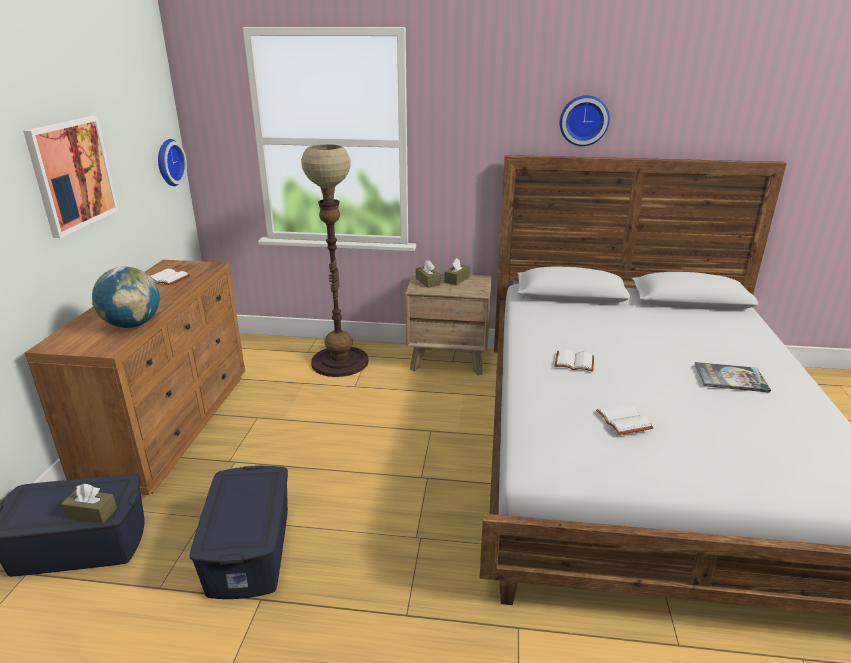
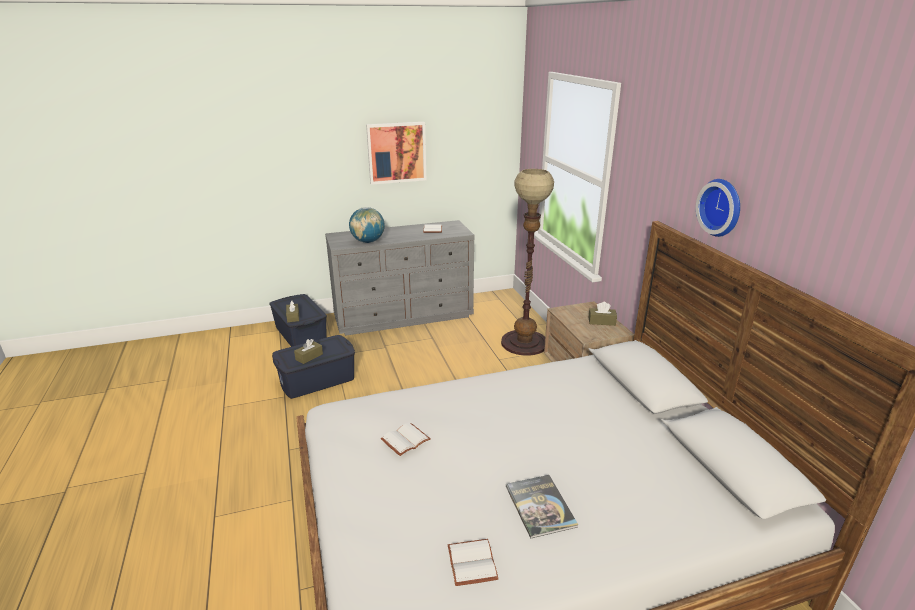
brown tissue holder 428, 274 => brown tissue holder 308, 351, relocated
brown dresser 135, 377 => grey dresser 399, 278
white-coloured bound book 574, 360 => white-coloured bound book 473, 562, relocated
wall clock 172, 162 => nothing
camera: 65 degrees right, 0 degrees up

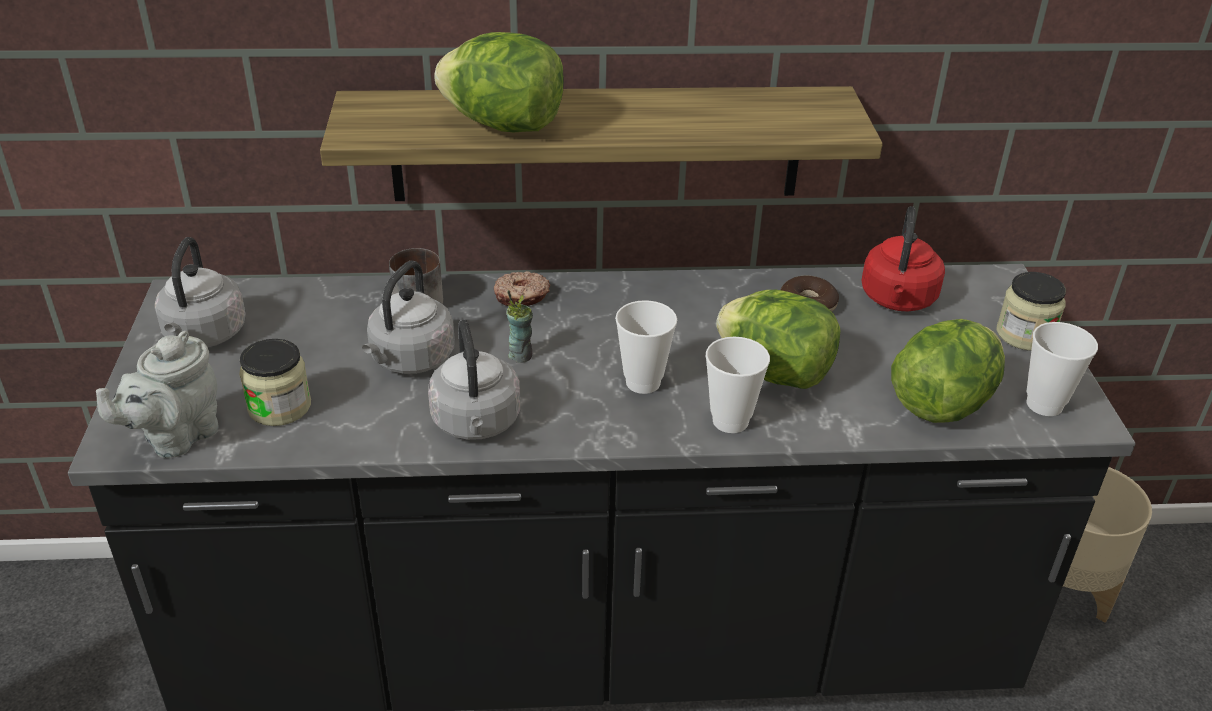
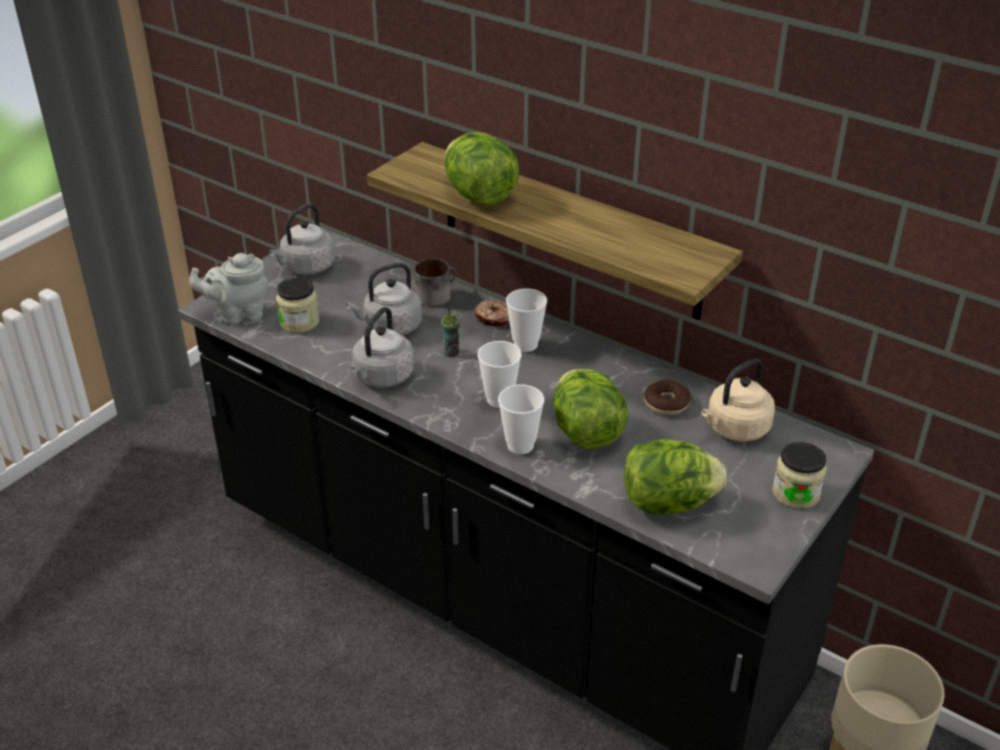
cup 1062, 369 => cup 526, 320, relocated
red-coloured kettle 903, 259 => beige kettle 738, 399
camera: 40 degrees right, 0 degrees up

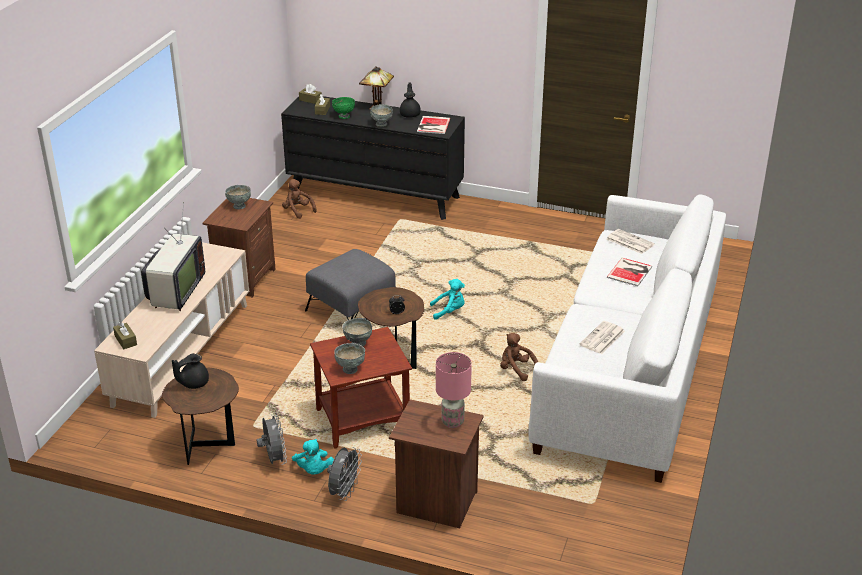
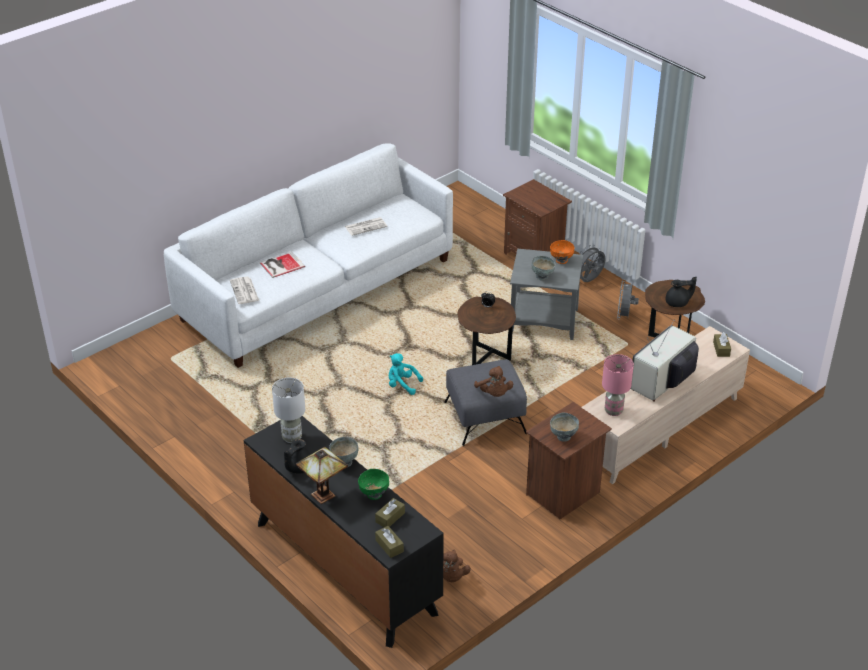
bound book 434, 125 => white-coloured tabletop lamp 288, 410
brown plush toy 519, 357 => brown plush toy 493, 381, relocated
brown end table 361, 388 => grey end table 546, 294
grey bowl 349, 358 => orange-coloured bowl 562, 252
pink-coloured tabletop lamp 454, 390 => pink-coloured tabletop lamp 618, 385, relocated
turquoise plush toy 313, 457 => nothing
camera: 150 degrees left, 5 degrees up

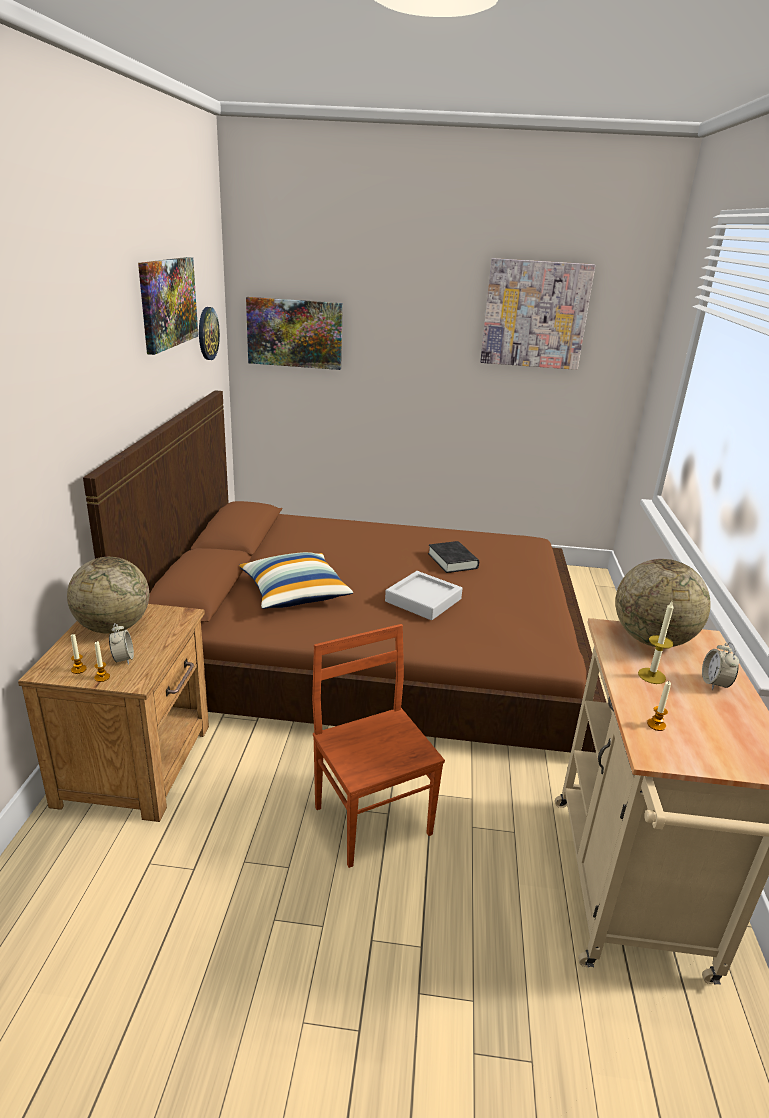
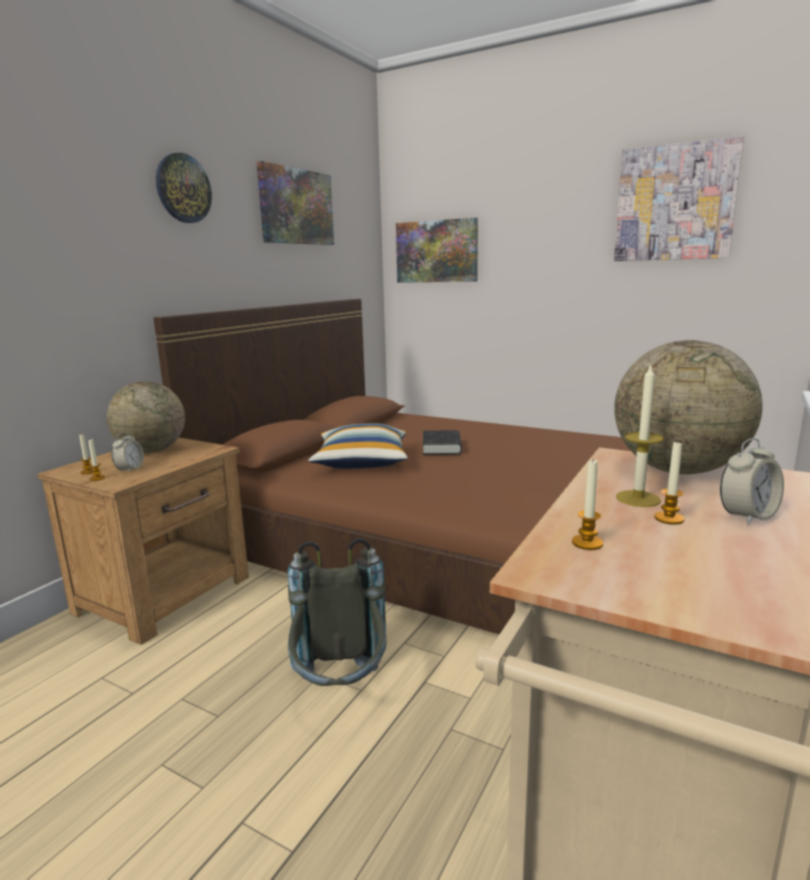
wall clock 209, 333 => wall clock 184, 188, relocated
brown upright chair 378, 746 => grey backpack 337, 612
black bound book 453, 557 => black bound book 442, 442, relocated
nothing => wax light 669, 483
alarm clock 720, 666 => alarm clock 752, 481, 150 degrees counterclockwise
grey carrying tray 424, 595 => nothing
camera: 25 degrees right, 10 degrees down

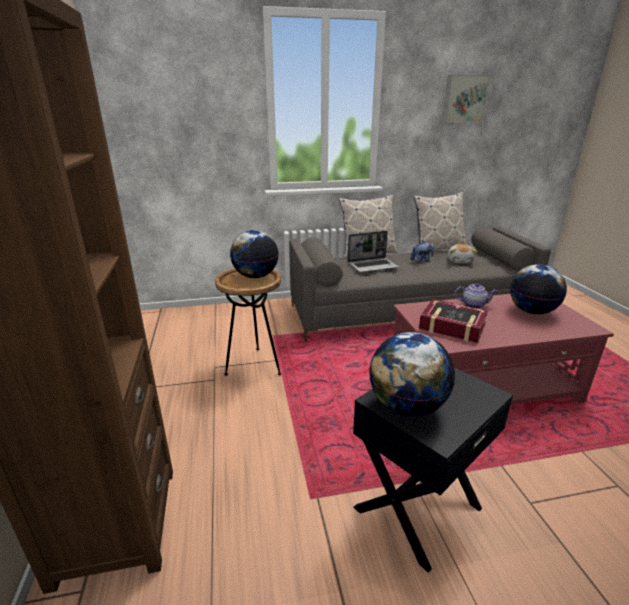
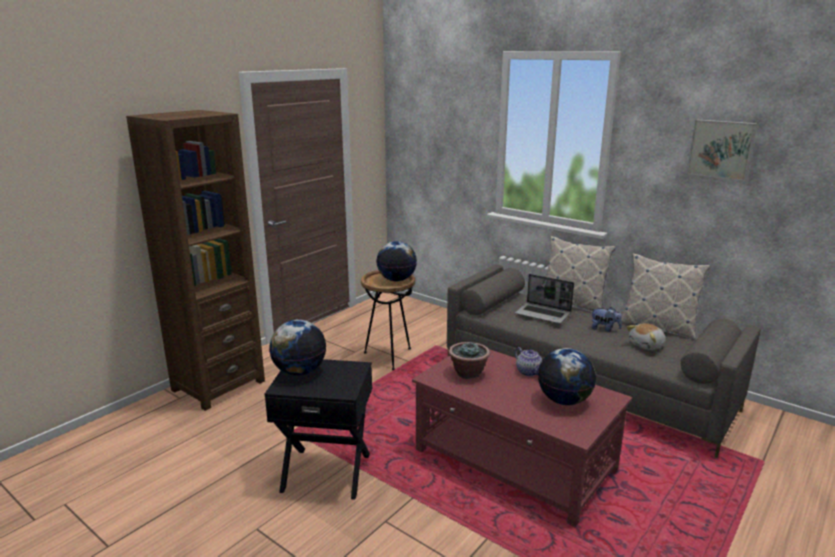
bound book 453, 321 => houseplant 469, 360
camera: 50 degrees right, 5 degrees down

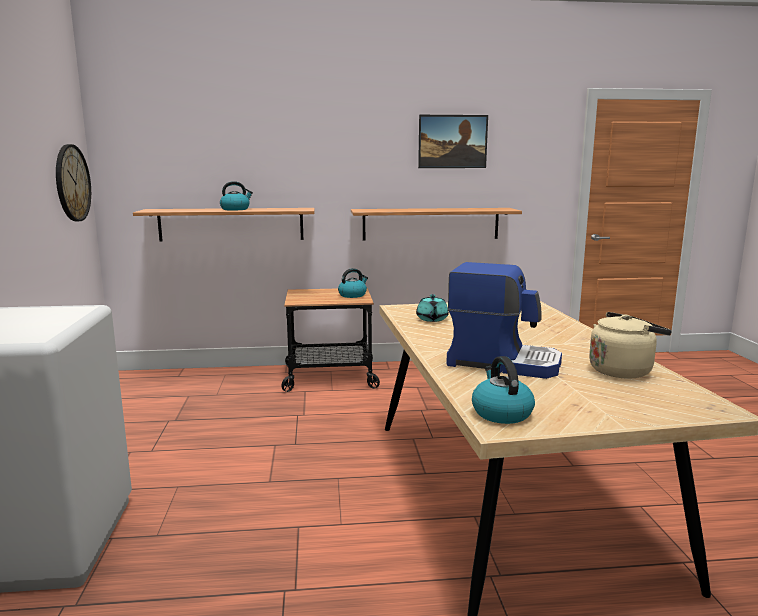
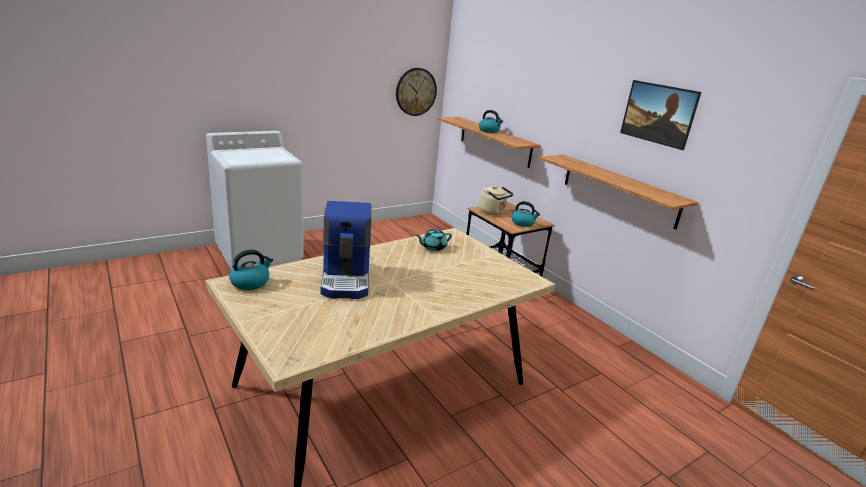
beige kettle 630, 345 => beige kettle 496, 200, relocated
camera: 60 degrees right, 10 degrees up

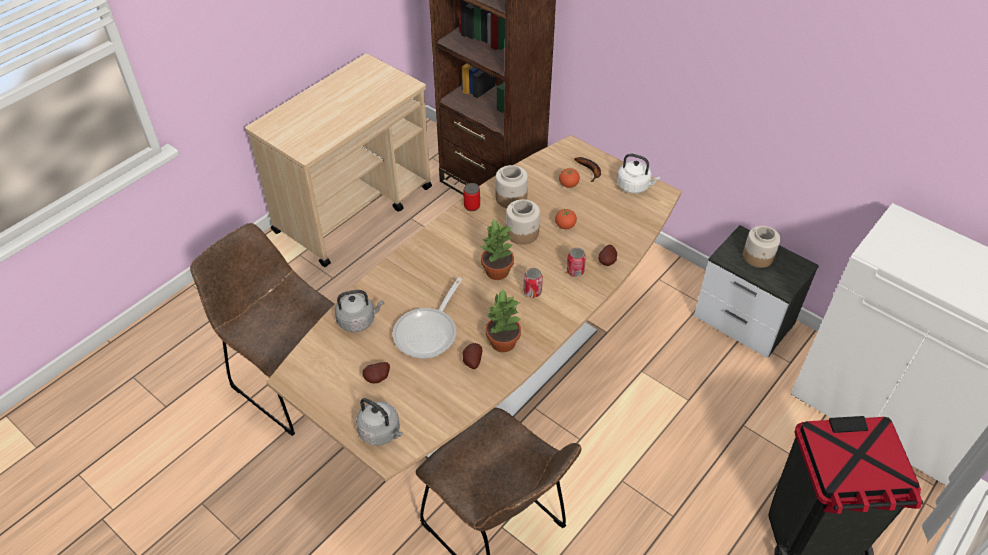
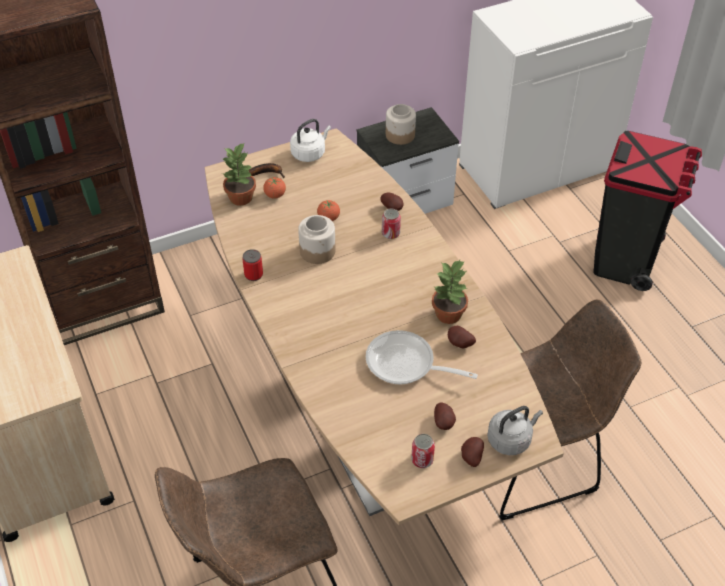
houseplant 497, 249 => houseplant 239, 175, relocated
pan 428, 317 => pan 422, 357, 150 degrees clockwise
sealed can 533, 283 => sealed can 423, 451, relocated
nothing => whole potato 472, 452
grey kettle 359, 311 => nothing
jar 512, 186 => nothing
camera: 65 degrees left, 0 degrees up

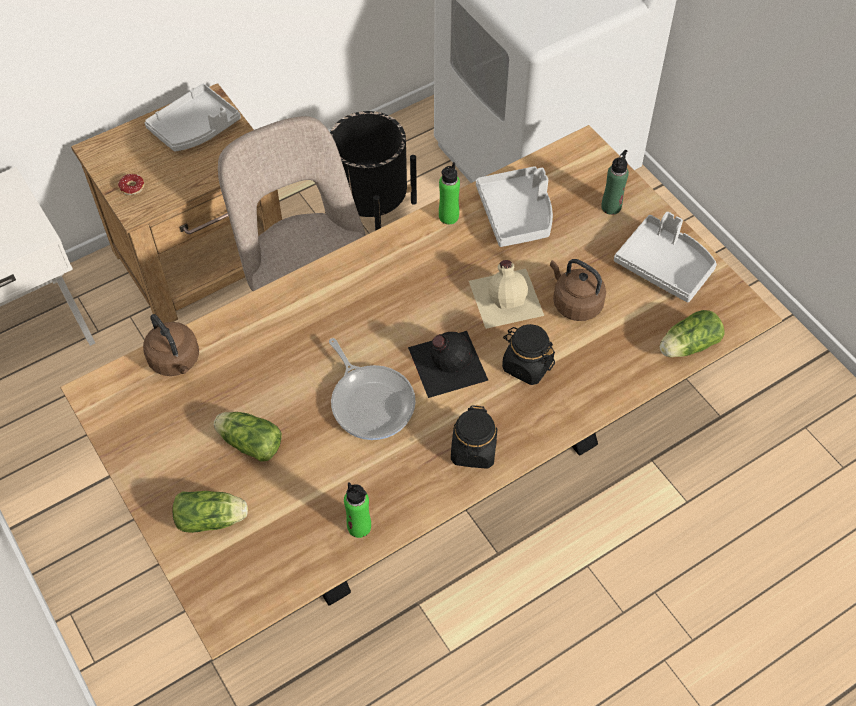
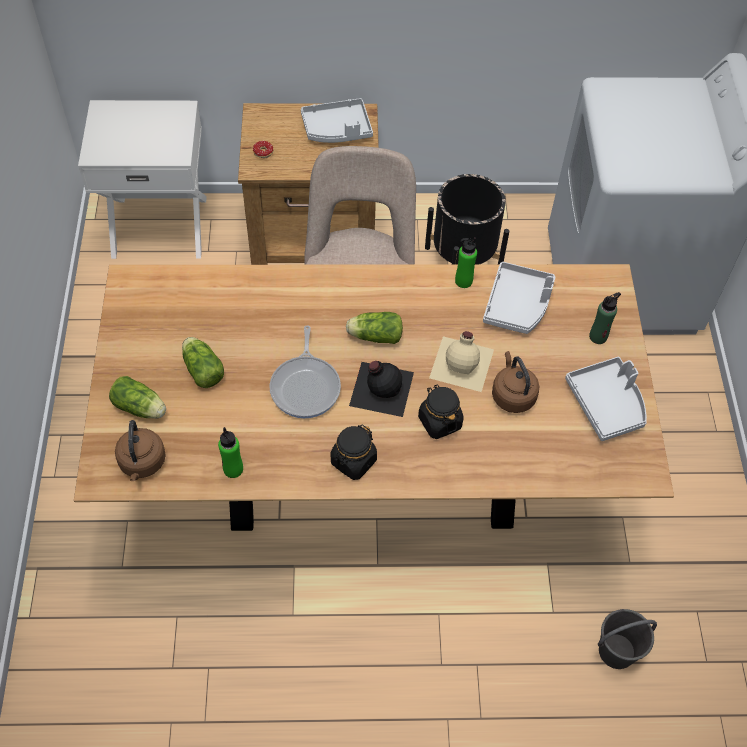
brown kettle 171, 345 => brown kettle 140, 450, relocated
lettuce 692, 333 => lettuce 374, 328, relocated
nothing => grey pail 627, 639
camera: 30 degrees right, 0 degrees up

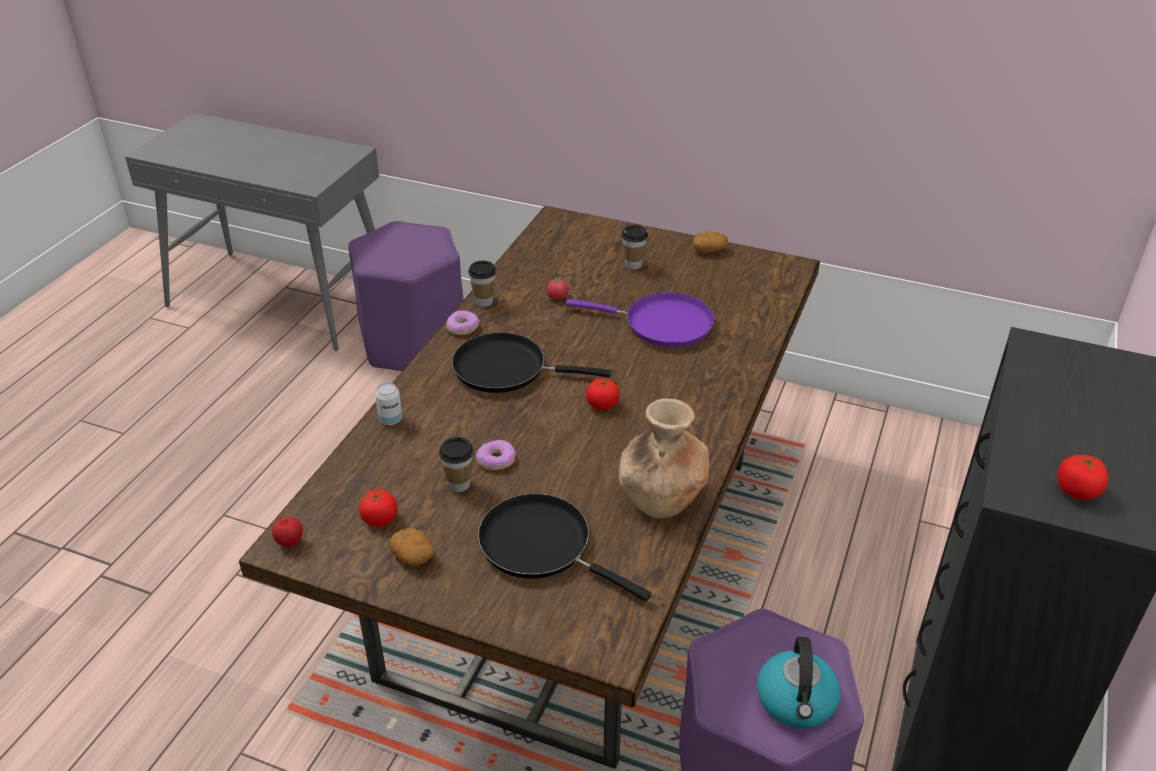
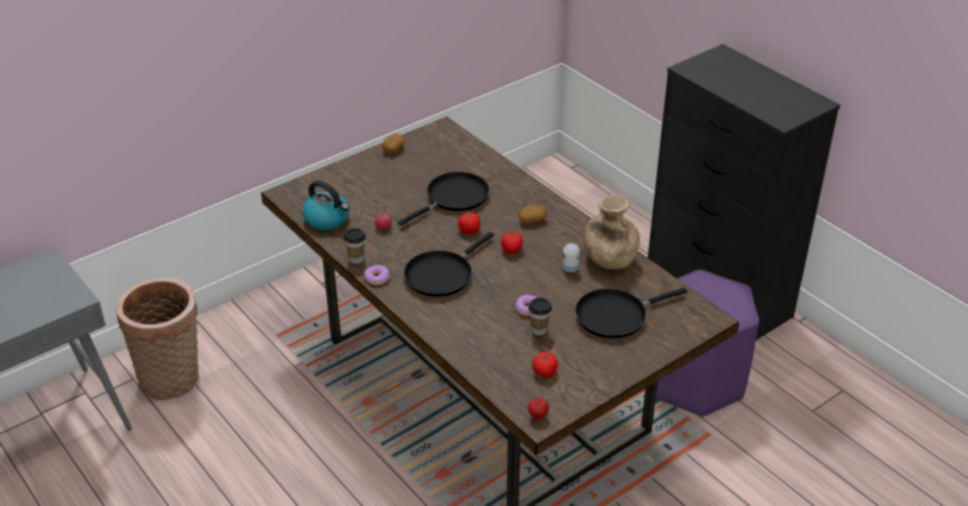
purple stool seat 406, 296 => basket 157, 338
kettle 799, 682 => kettle 325, 205, relocated
purple pan 640, 319 => black pan 443, 198
fresh tomato 1082, 477 => fresh tomato 469, 223, relocated
whole potato 411, 547 => whole potato 533, 214, relocated
sealed can 388, 403 => sealed can 571, 257, relocated
cup 634, 247 => nothing
camera: 60 degrees left, 0 degrees up

